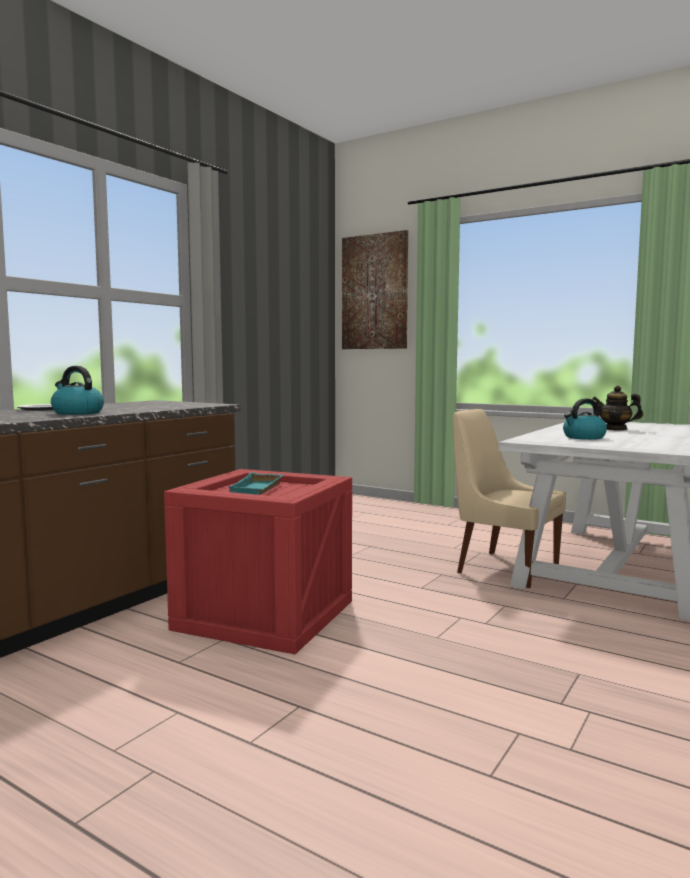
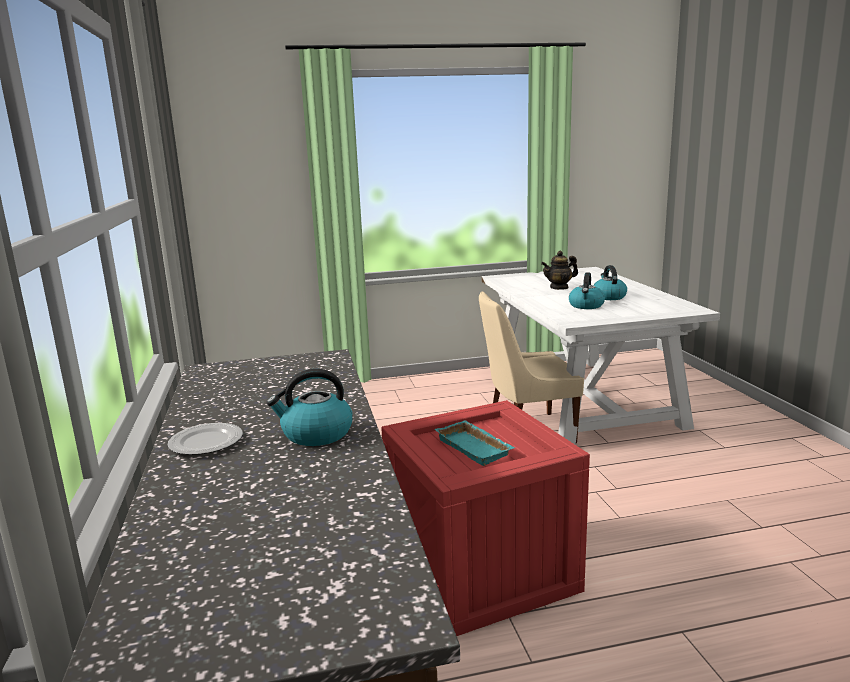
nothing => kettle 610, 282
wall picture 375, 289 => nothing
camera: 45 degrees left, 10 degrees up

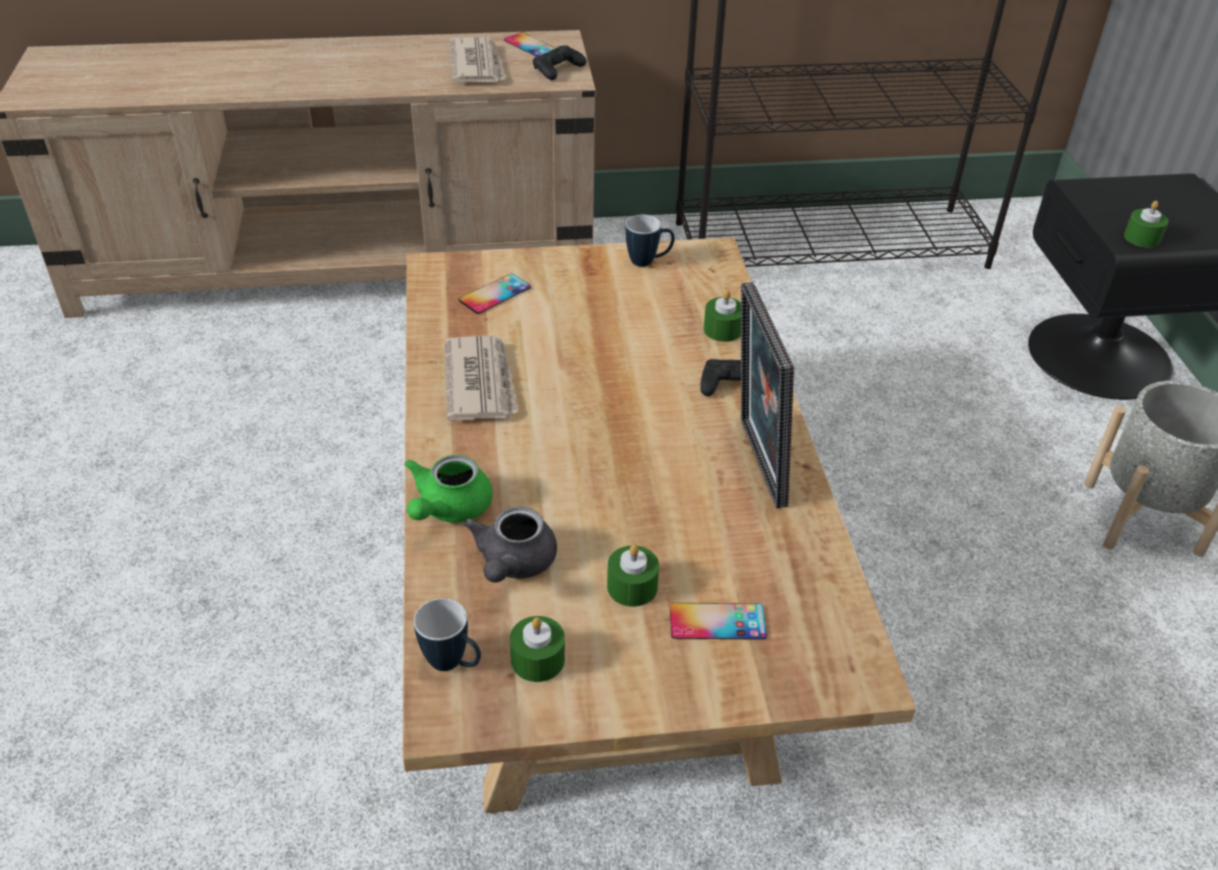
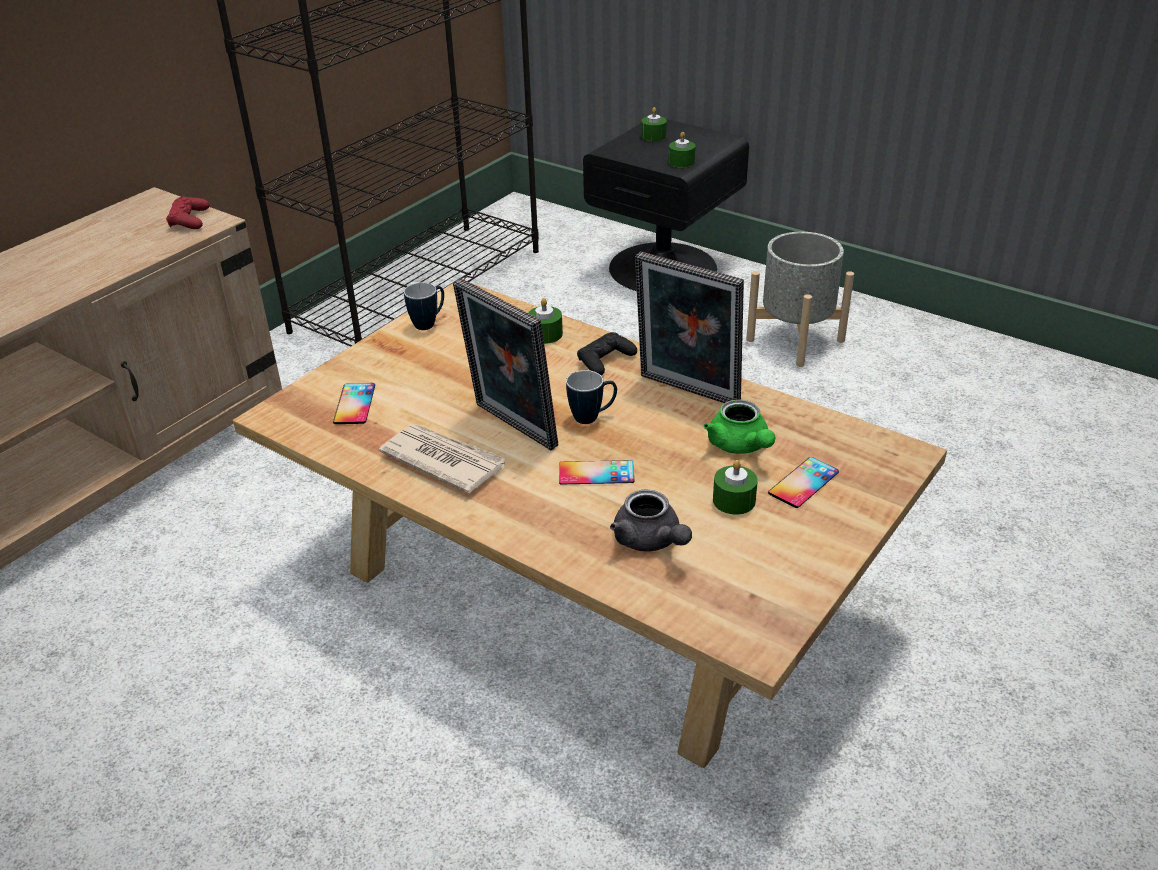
black gamepad 560, 62 => red-coloured gamepad 187, 213
nothing => standing frame 505, 364
phone 530, 44 => phone 596, 472, relocated
mug 447, 634 => mug 591, 397, relocated
green-coloured wax light 537, 649 => green-coloured wax light 654, 124, relocated
green-coloured pot for tea 448, 489 => green-coloured pot for tea 739, 427, relocated
daily paper 478, 59 => nothing
camera: 45 degrees left, 5 degrees down

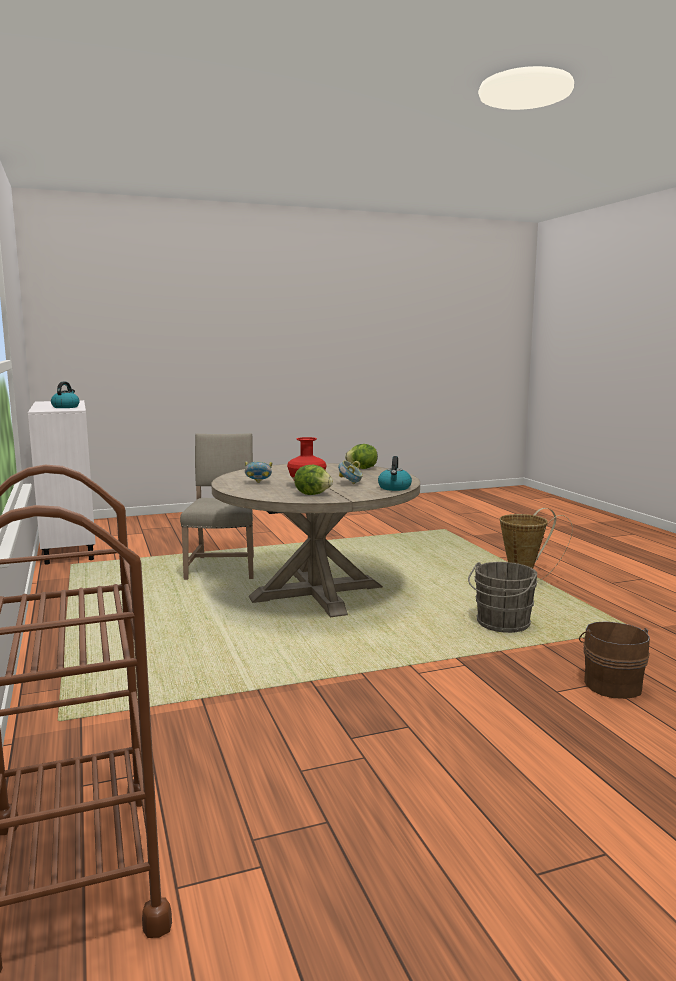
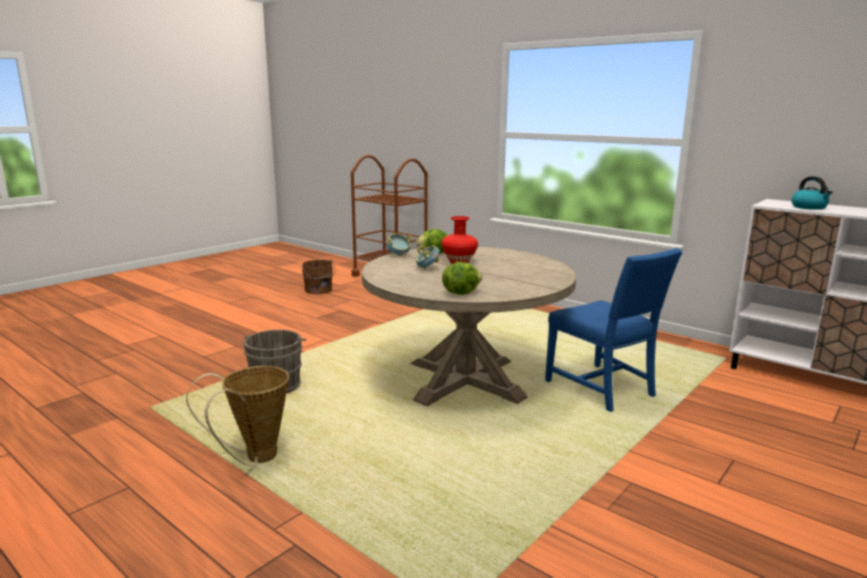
brown pail 614, 660 => brown pail 318, 277, relocated
bowl 258, 472 => bowl 399, 244, relocated
beige upright chair 217, 506 => blue upright chair 613, 330
kettle 395, 473 => nothing
camera: 150 degrees right, 5 degrees up

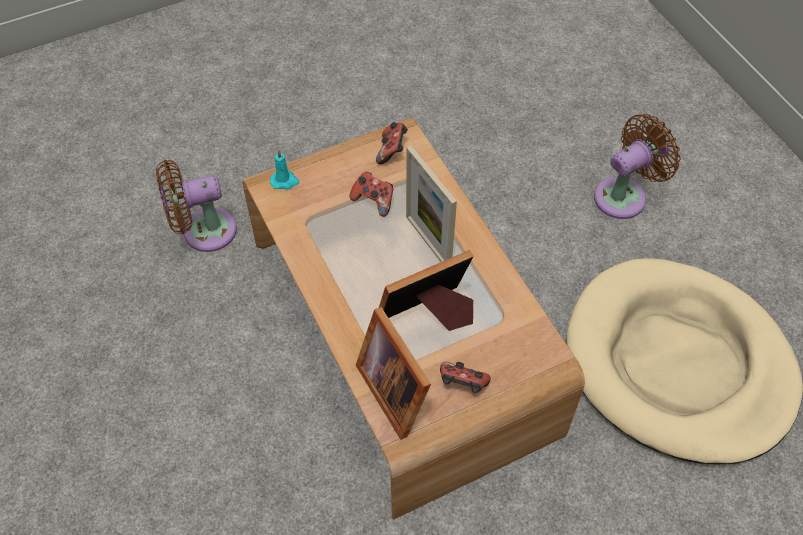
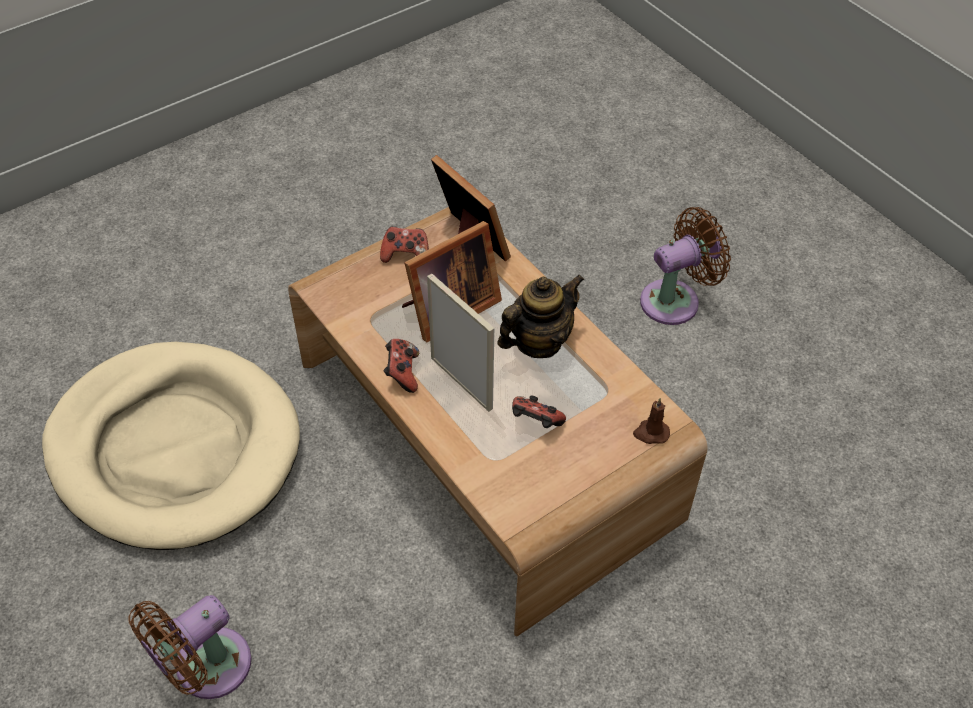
gamepad 392, 143 => gamepad 401, 366, relocated
nothing => pot for tea 540, 316
turquoise wax light 285, 170 => brown wax light 651, 421
brown fan 196, 206 => brown fan 685, 266, relocated
camera: 170 degrees right, 5 degrees down

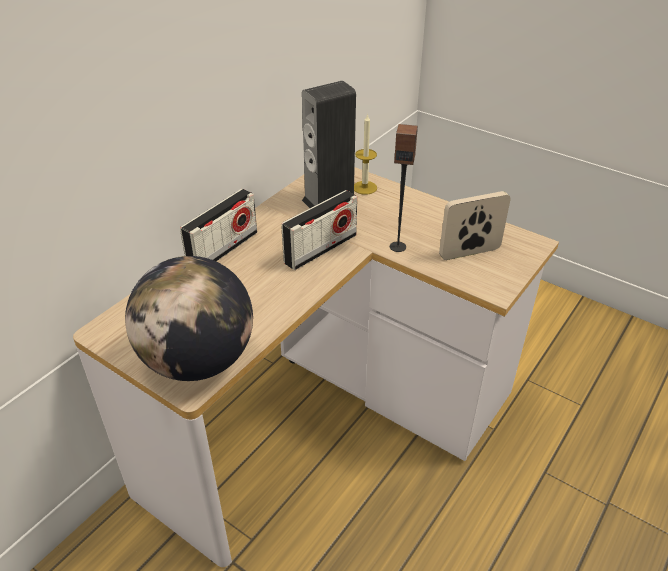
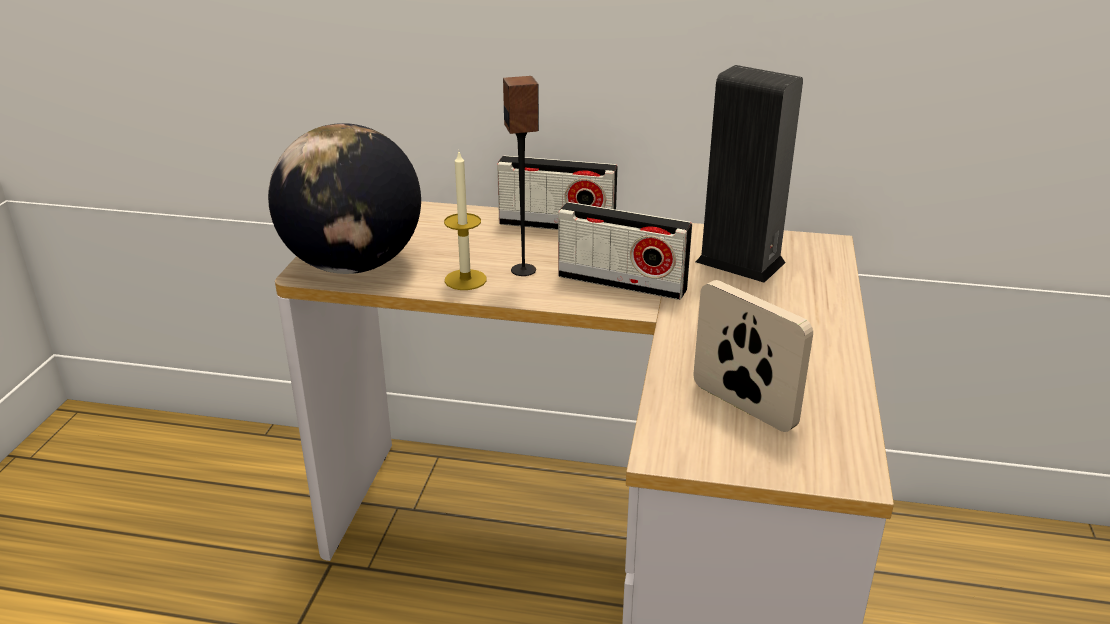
wax light 365, 154 => wax light 465, 221, relocated
loudspeaker 404, 188 => loudspeaker 521, 176, relocated
camera: 65 degrees right, 10 degrees down

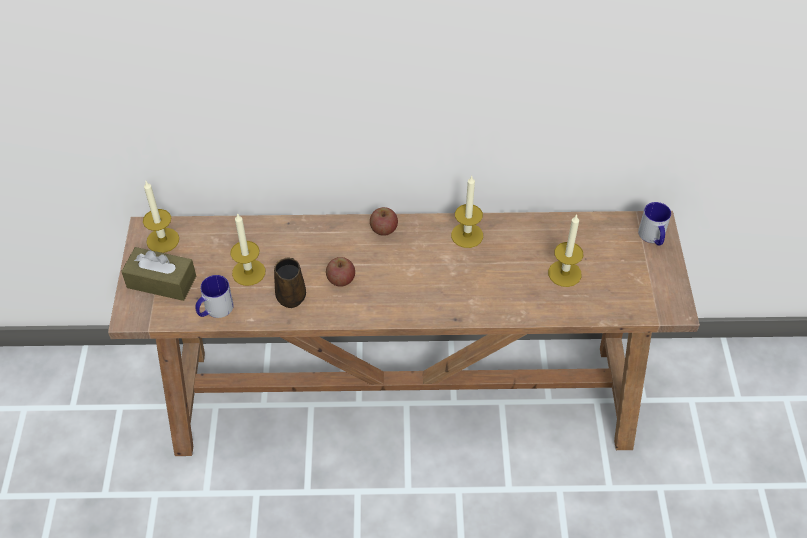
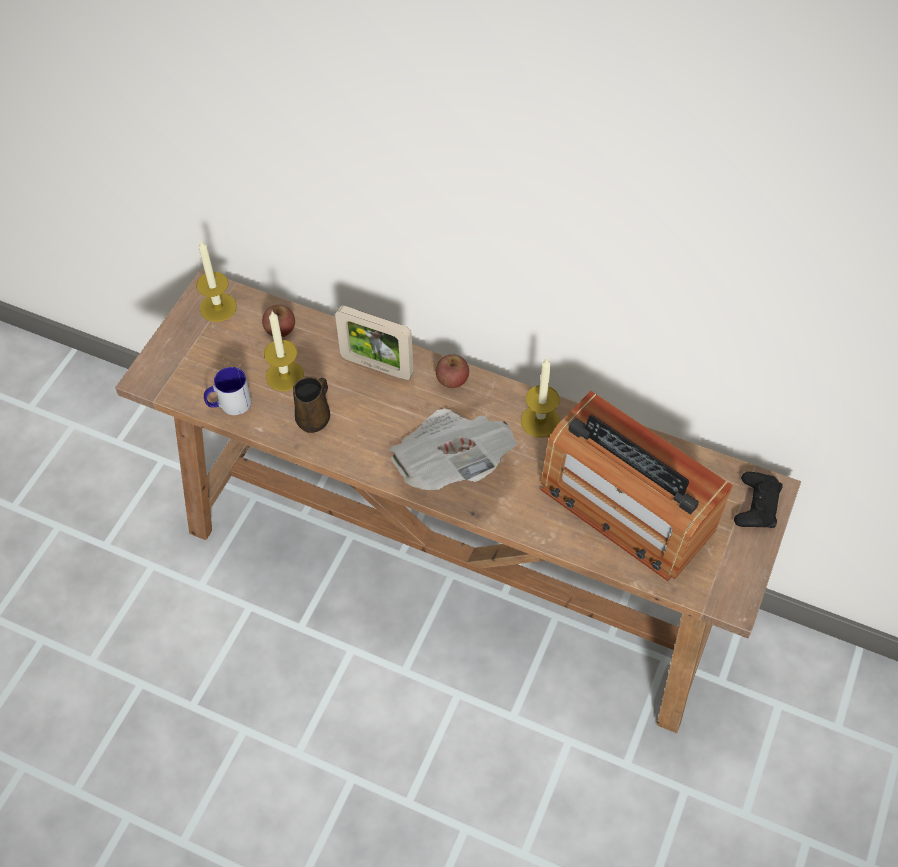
whole apple 340, 272 => whole apple 278, 321, relocated
nothing => standing frame 374, 343
nothing => daily paper 452, 449
wax light 565, 250 => radio set 637, 486
mug 654, 223 => black gamepad 758, 500
brown tissue holder 158, 274 => nothing
camera: 25 degrees right, 5 degrees up

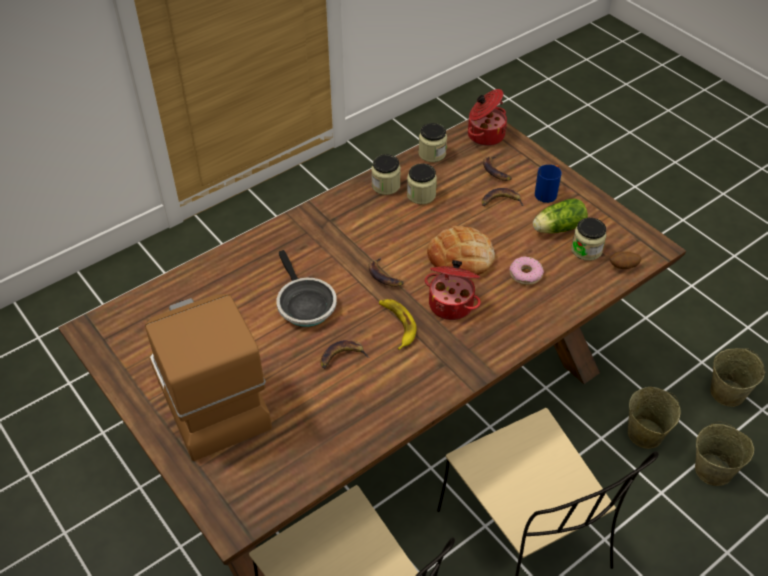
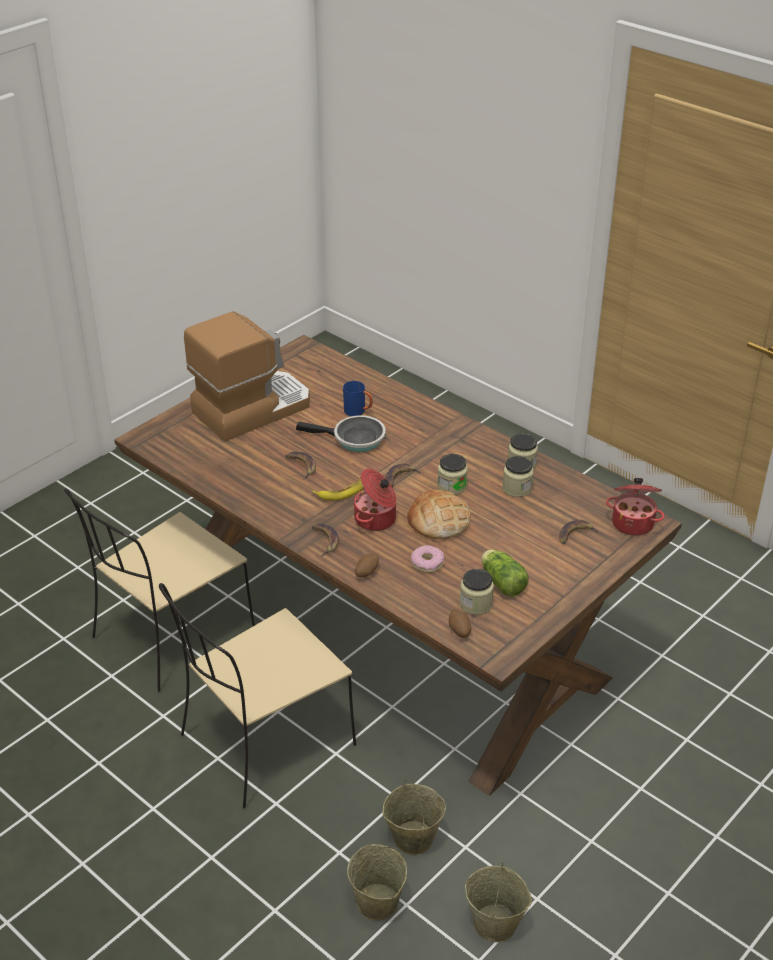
pan 306, 288 => pan 341, 433, 135 degrees counterclockwise
banana fruit 503, 197 => banana fruit 325, 540, relocated
blue mug 548, 183 => blue mug 358, 398, relocated
nothing => whole potato 367, 565
jar 432, 142 => jar 452, 474, relocated
camera: 80 degrees right, 10 degrees down

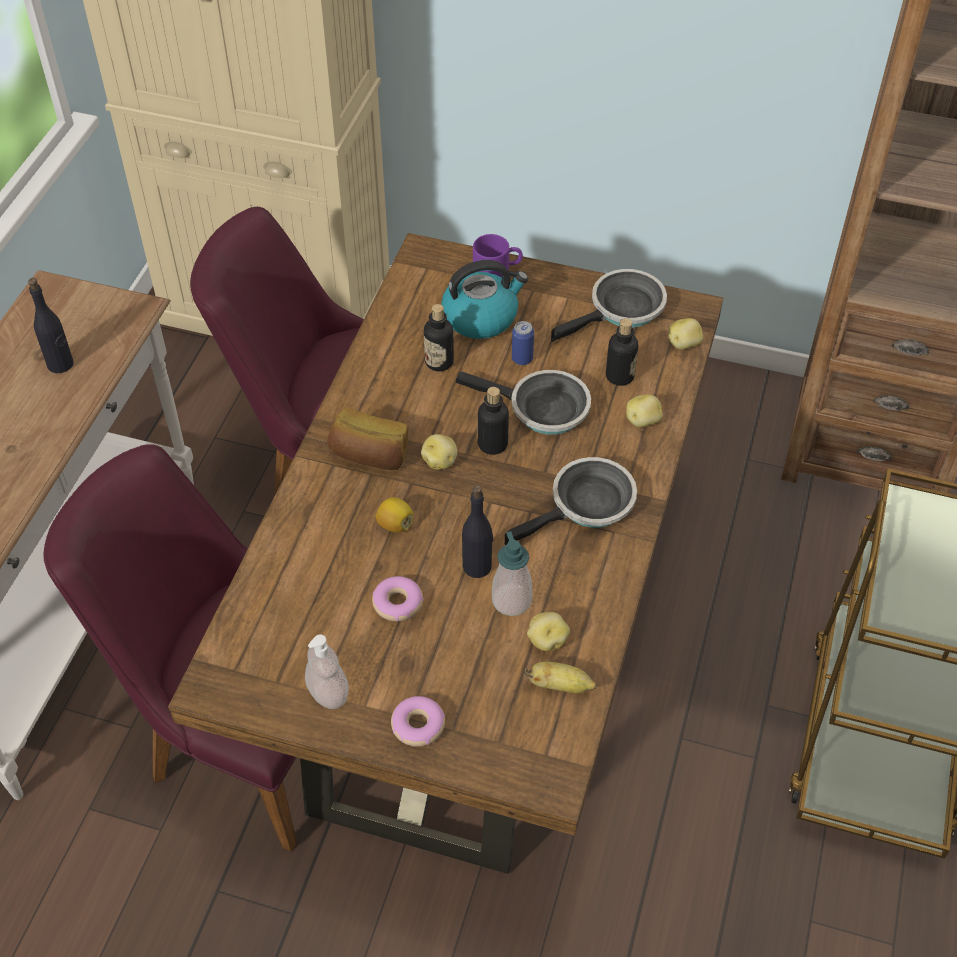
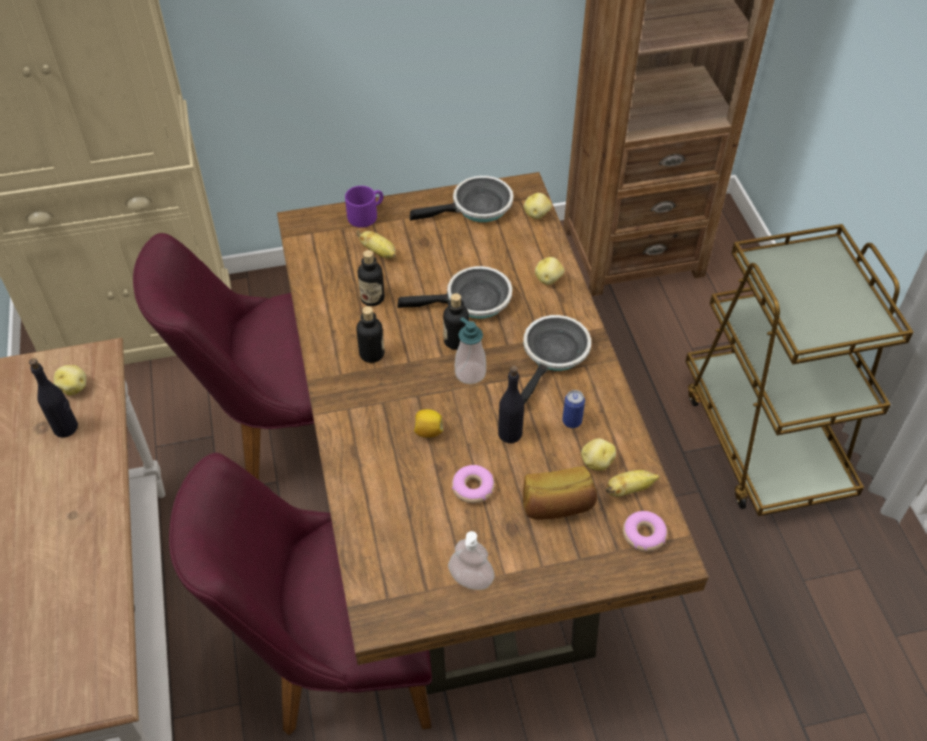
whole potato 439, 452 => whole potato 70, 380, relocated
kettle 484, 299 => banana fruit 376, 244
drink bottle 622, 352 => drink bottle 370, 334, relocated
pan 609, 305 => pan 461, 199, 45 degrees clockwise
soap dispenser 512, 573 => soap dispenser 470, 350, relocated
bread 367, 438 => bread 560, 493, relocated
sealed can 523, 343 => sealed can 573, 409, relocated
donut 418, 721 => donut 645, 531, relocated
camera: 30 degrees left, 0 degrees up

